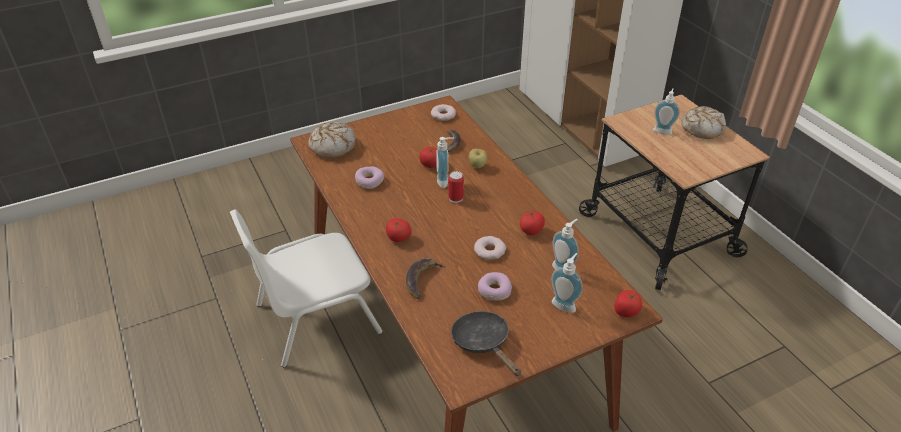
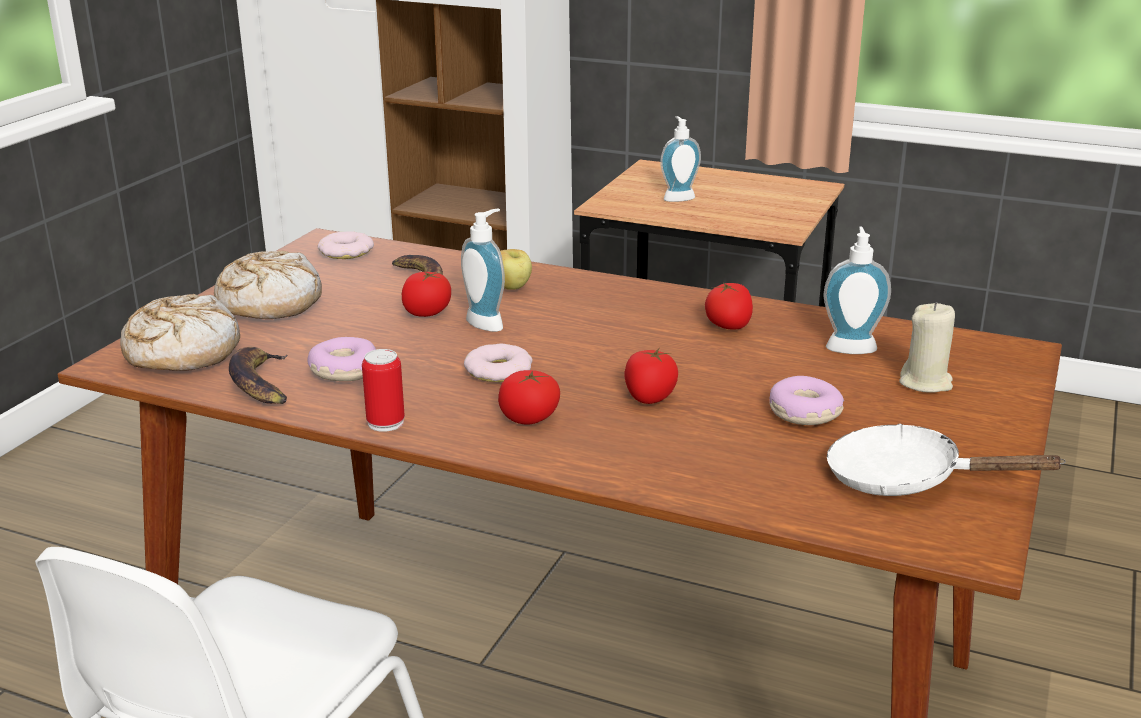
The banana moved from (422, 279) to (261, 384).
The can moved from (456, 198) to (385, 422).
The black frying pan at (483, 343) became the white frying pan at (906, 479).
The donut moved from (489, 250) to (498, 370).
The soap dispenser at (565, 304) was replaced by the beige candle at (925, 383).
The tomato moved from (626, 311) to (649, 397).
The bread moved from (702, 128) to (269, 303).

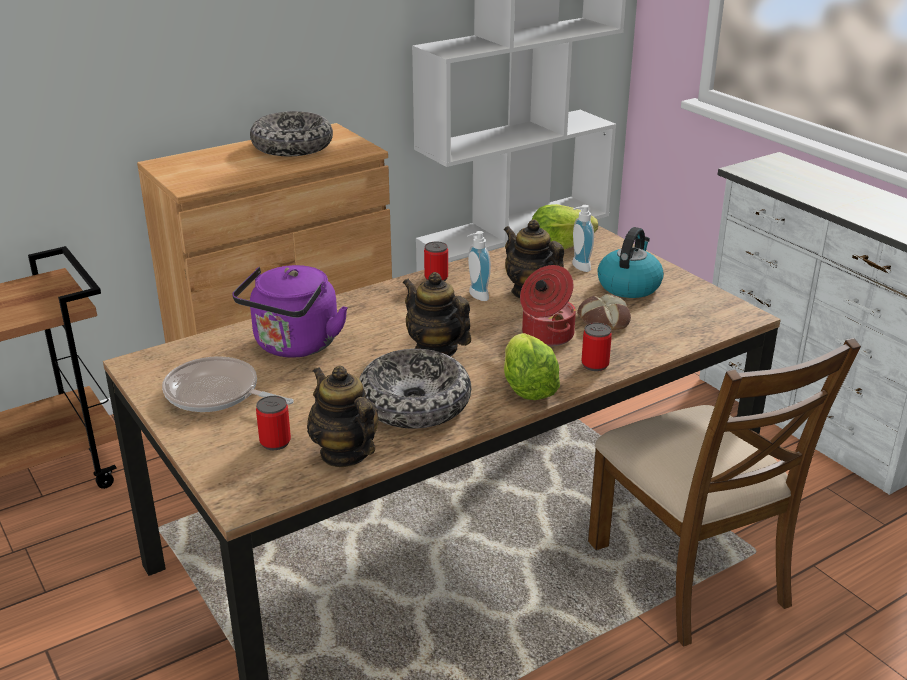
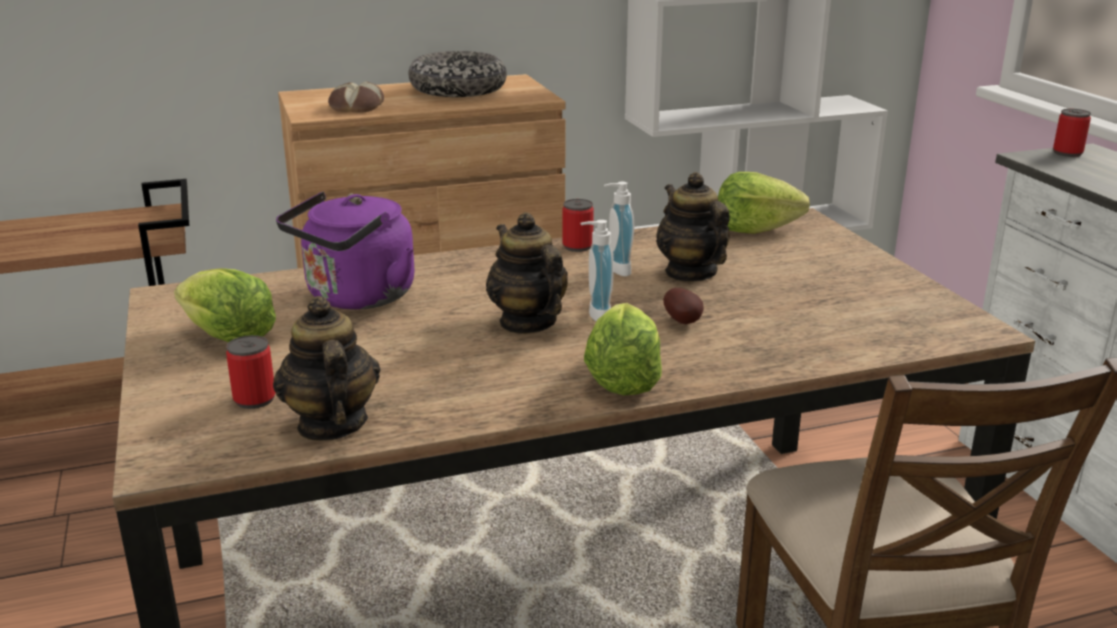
The frying pan at (217, 394) was replaced by the lettuce at (227, 337).
The bowl at (415, 403) disappeared.
The cooking pot at (546, 335) was replaced by the potato at (683, 322).
The soap dispenser moved from (578, 267) to (595, 316).
The bread moved from (603, 320) to (355, 107).
The can moved from (595, 365) to (1067, 153).
The kettle at (629, 285) disappeared.

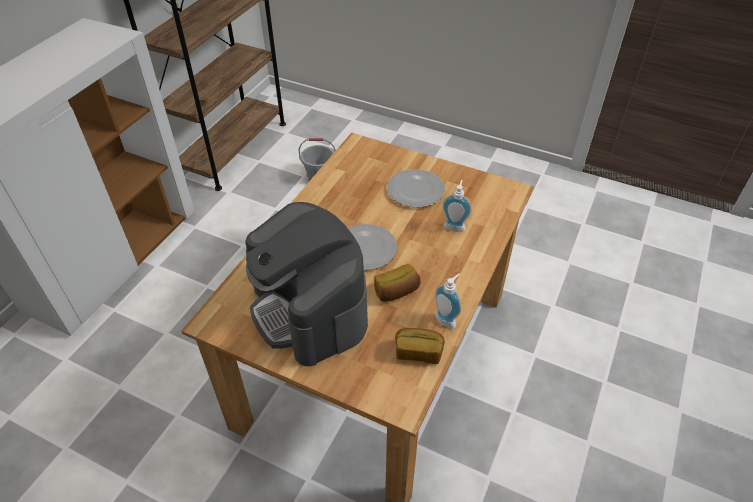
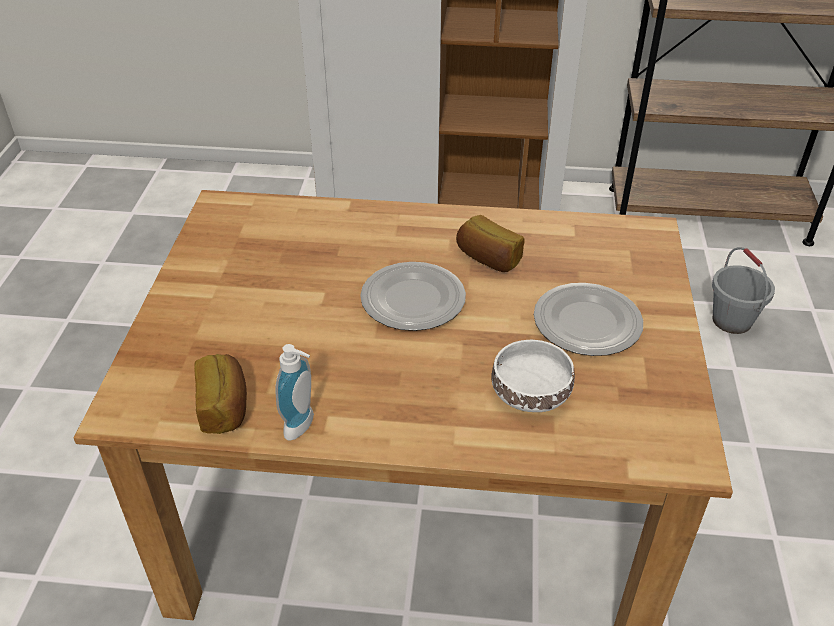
The coffee machine at (309, 309) disappeared.
The bread moved from (397, 292) to (487, 259).
The soap dispenser at (454, 226) was replaced by the white bowl at (529, 391).

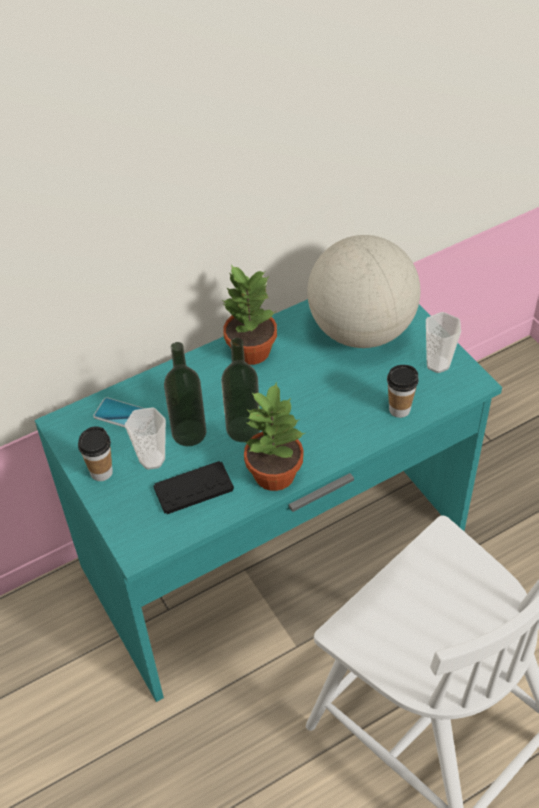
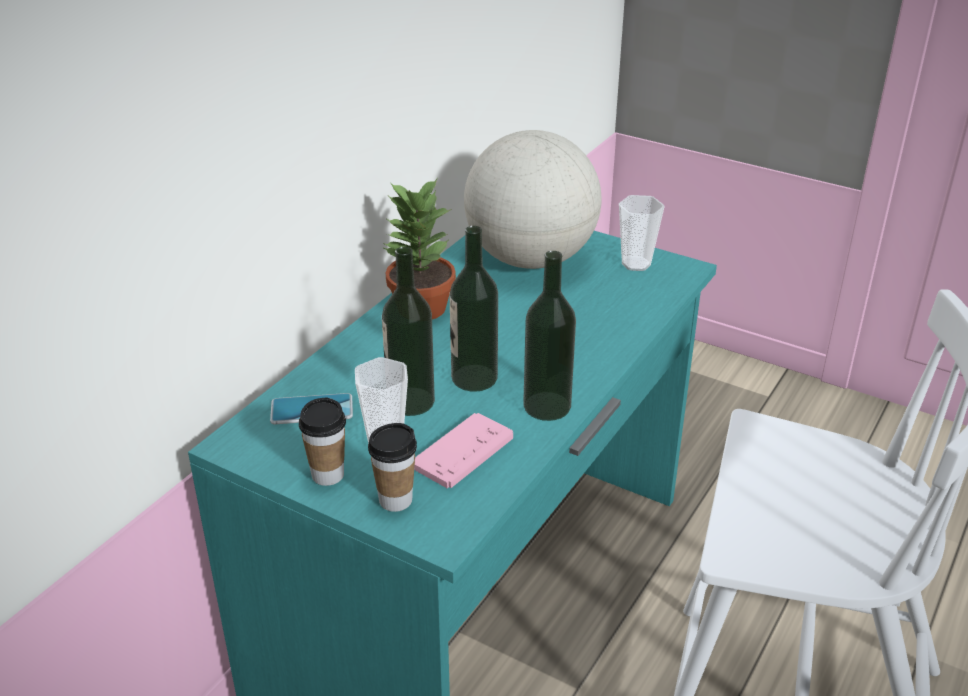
The black game controller at (193, 488) became the pink game controller at (463, 452).
The potted plant at (274, 473) was replaced by the bottle at (547, 406).
The cup moved from (399, 409) to (395, 500).

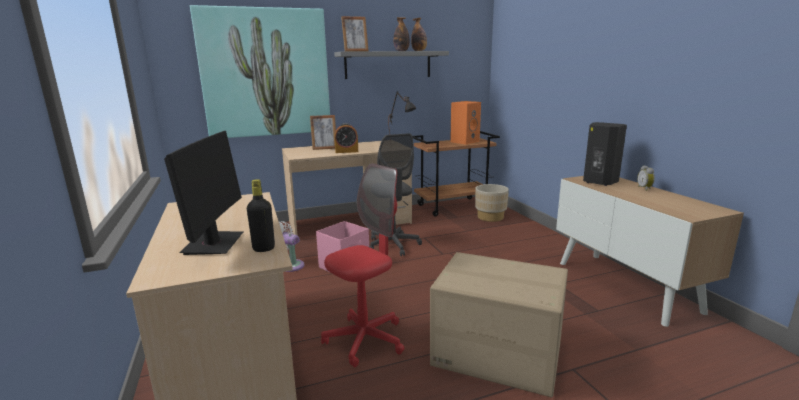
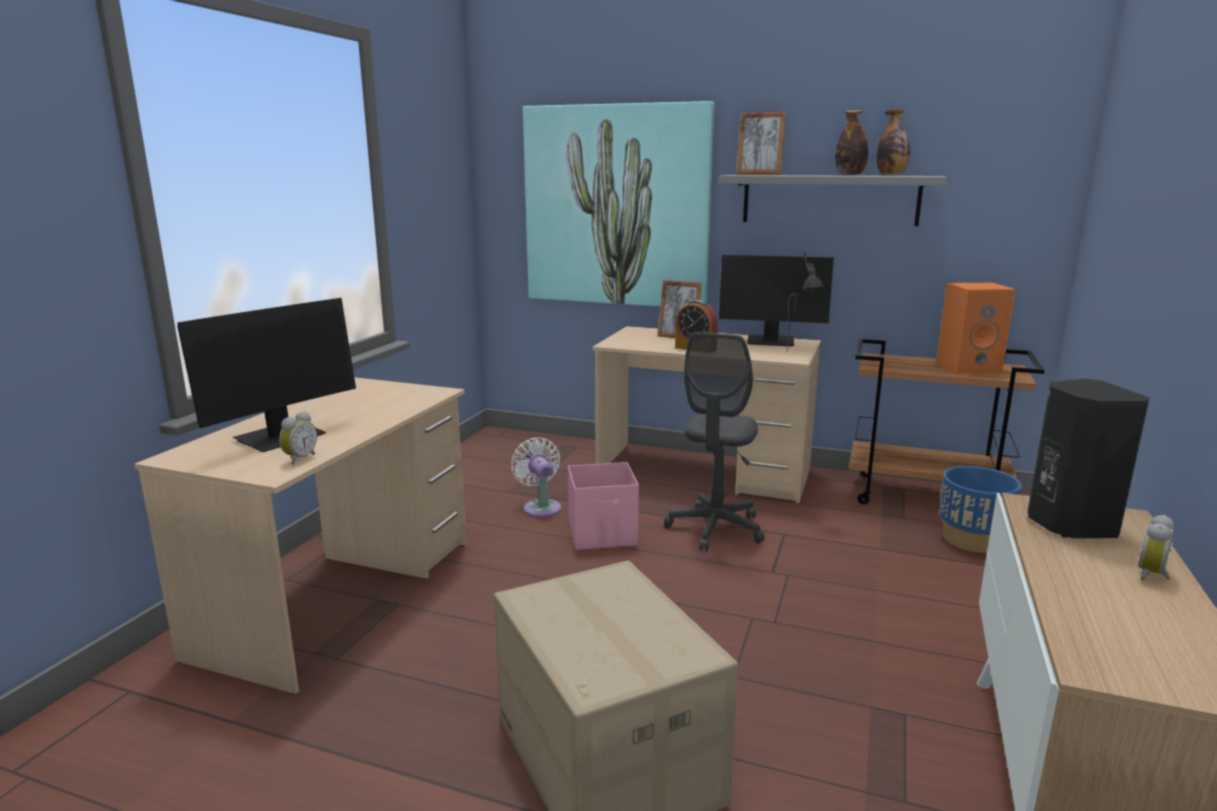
The black bottle at (264, 248) was replaced by the alarm clock at (299, 459).
The red office chair at (365, 340) disappeared.
The beige planter at (490, 217) became the blue planter at (972, 540).
The monitor at (770, 341) appeared.

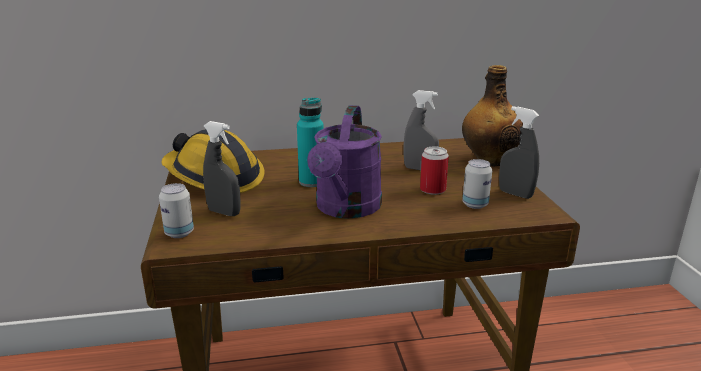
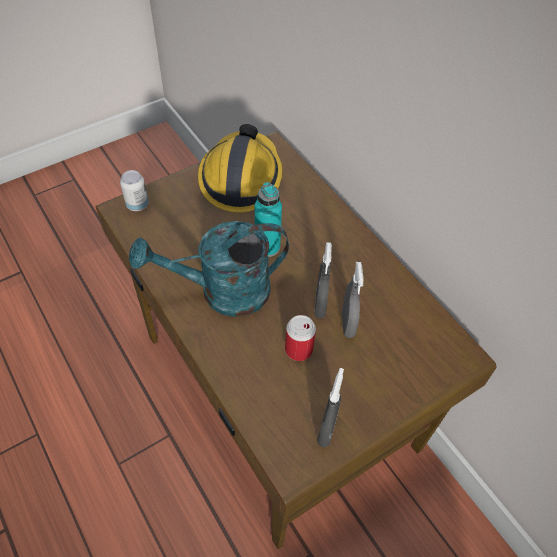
The grey spray bottle moved from (224, 212) to (320, 305).
The purple watering can at (346, 209) became the turquoise watering can at (222, 292).
The bottle at (489, 161) disappeared.
The can at (475, 204) disappeared.

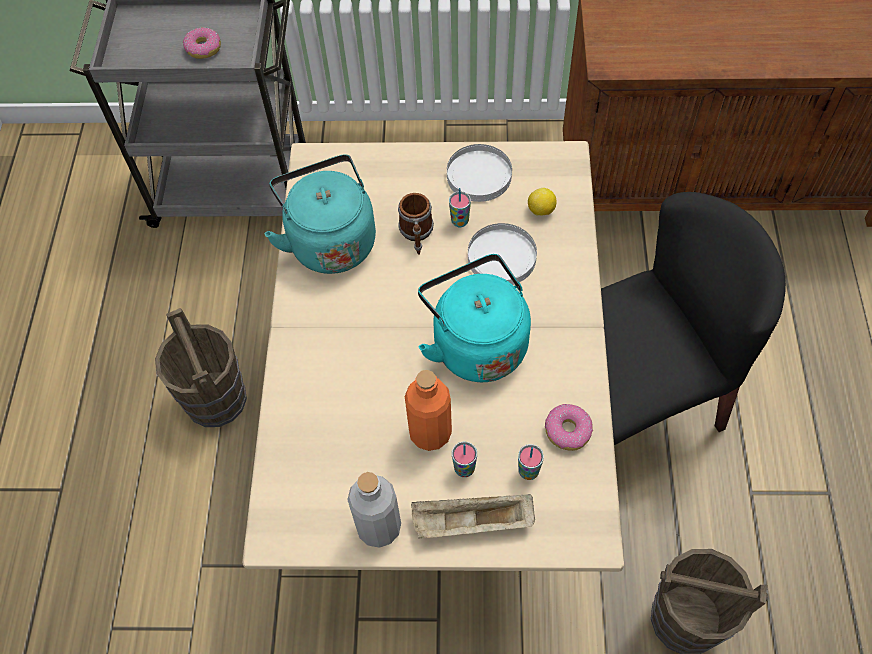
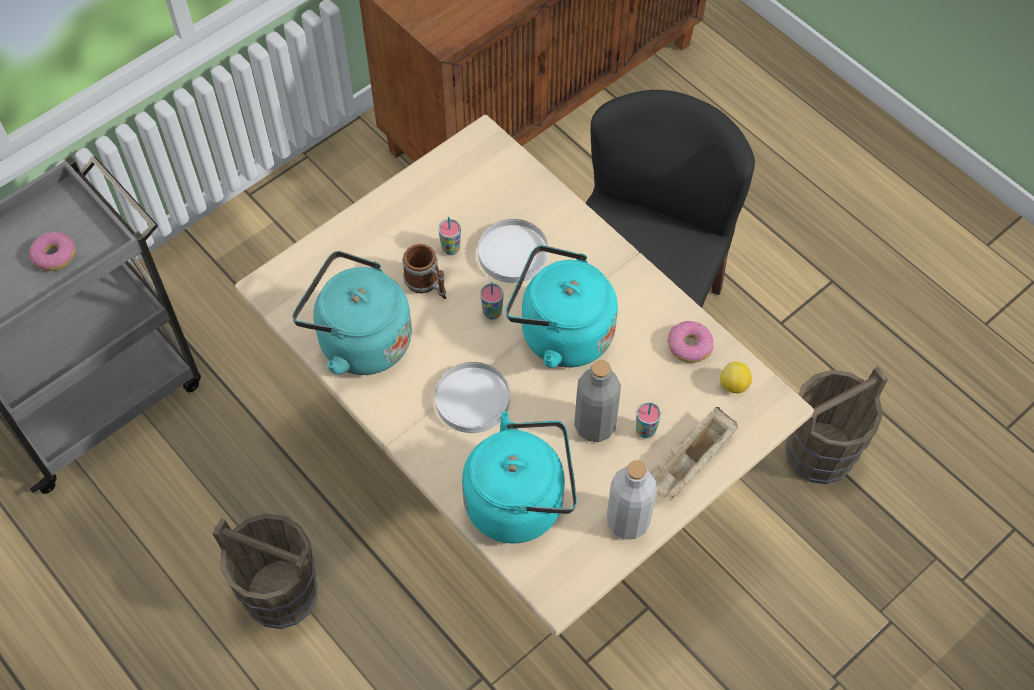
The orange bottle at (430, 433) became the grey bottle at (595, 425).
The white plate moved from (478, 175) to (471, 400).
The cup moved from (528, 471) to (492, 313).
The lemon moved from (541, 210) to (734, 385).
The turquoise kettle at (521, 501) appeared.

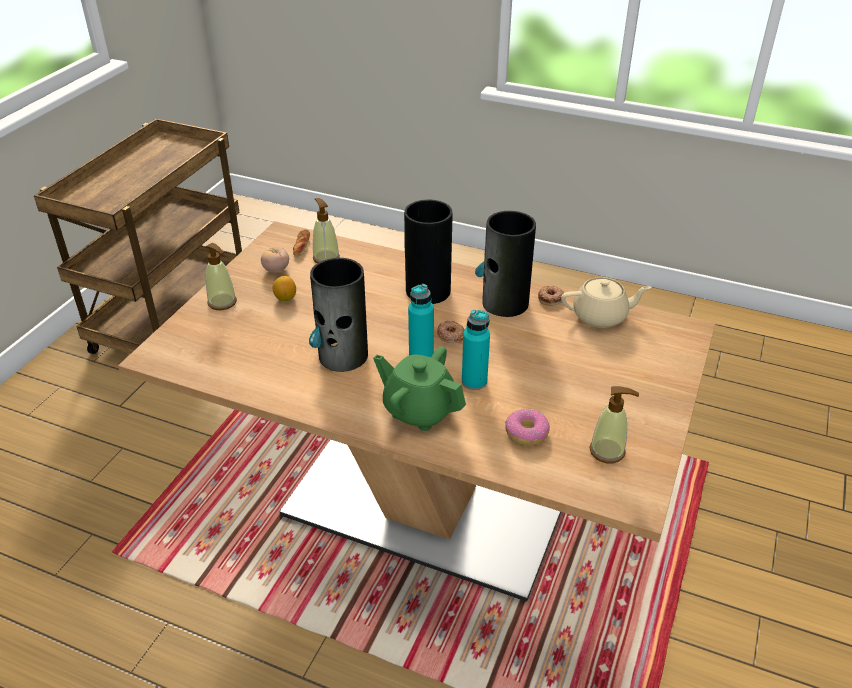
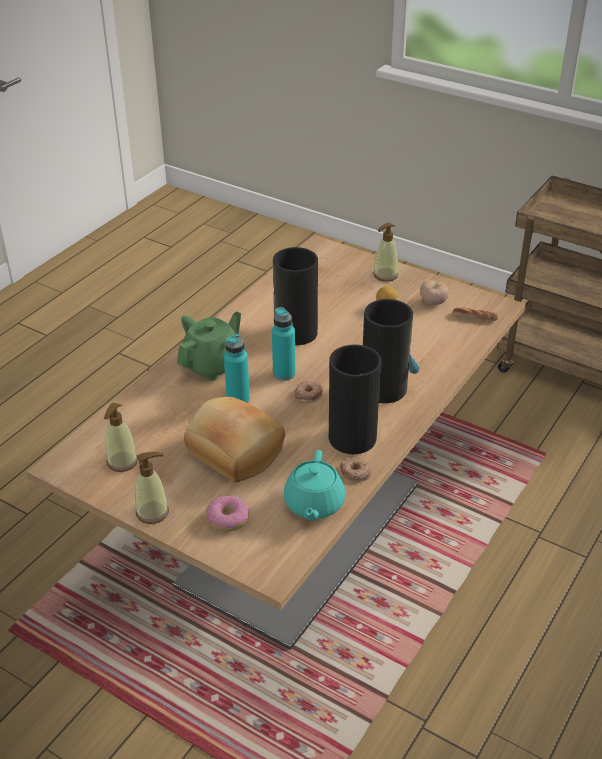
The soap dispenser moved from (326, 258) to (152, 512).
The donut moved from (526, 433) to (227, 519).
The beige teapot at (601, 316) became the turquoise teapot at (313, 504).
The bread at (233, 453) appeared.

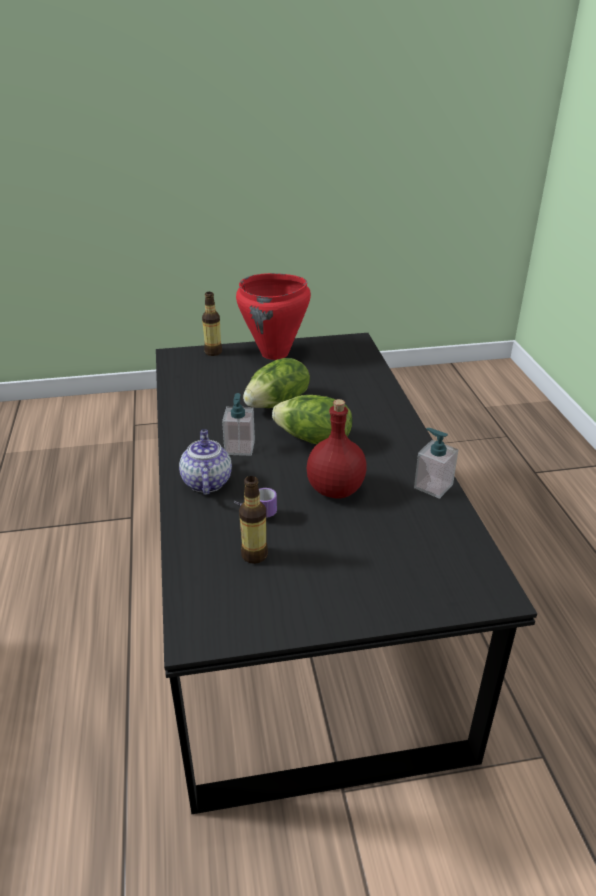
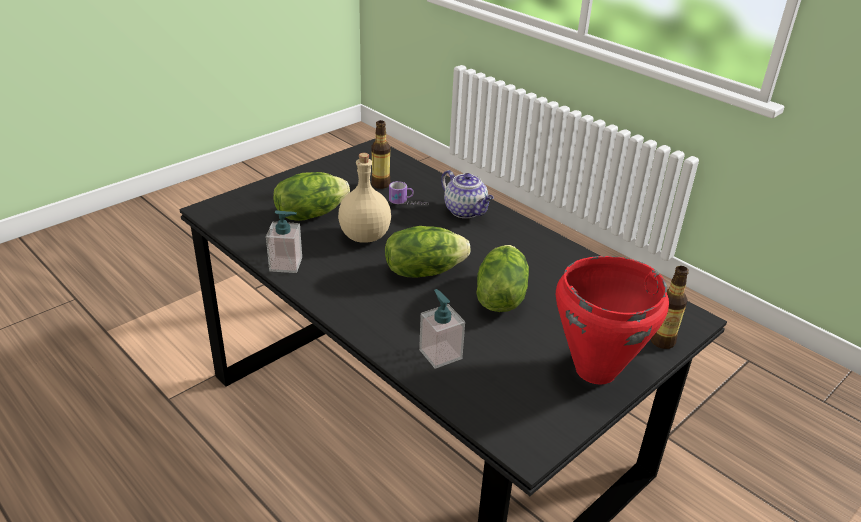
The soap dispenser moved from (239, 448) to (440, 354).
The red bottle at (336, 489) became the beige bottle at (364, 237).
The lettuce at (310, 214) appeared.

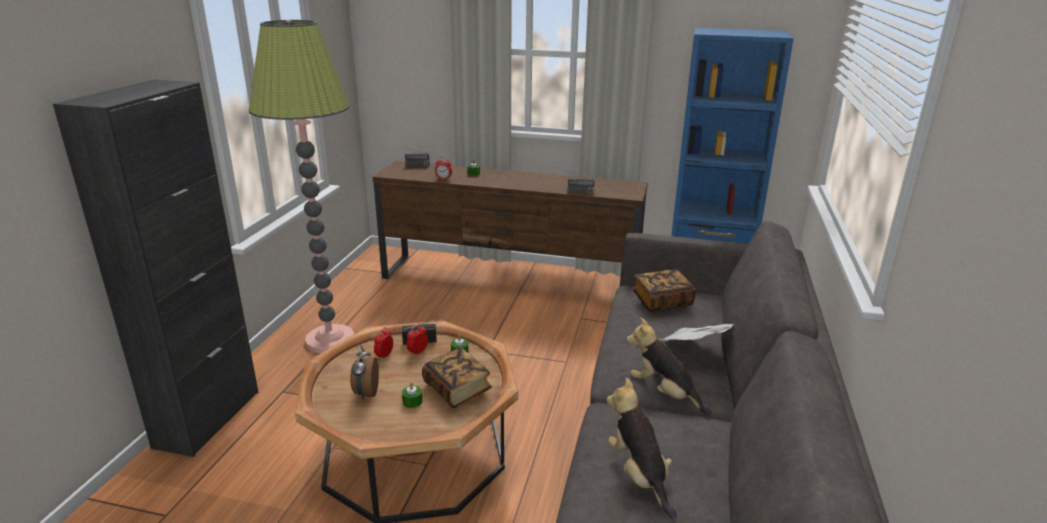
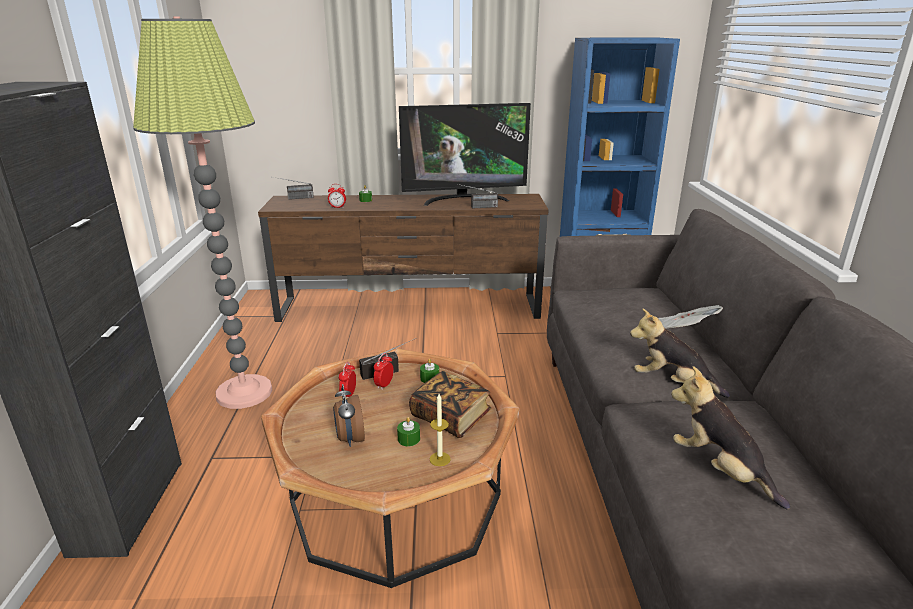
The book at (662, 301) disappeared.
The television at (464, 199) appeared.
The candle at (440, 459) appeared.

